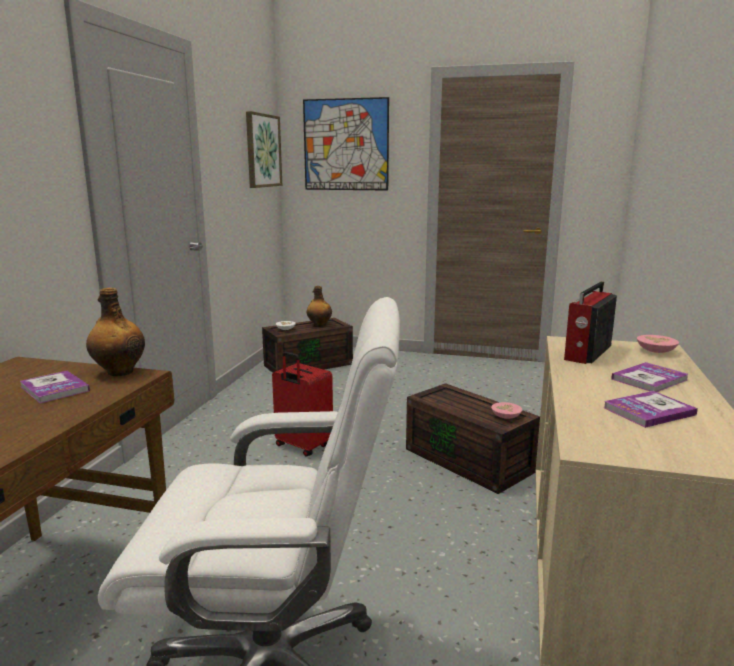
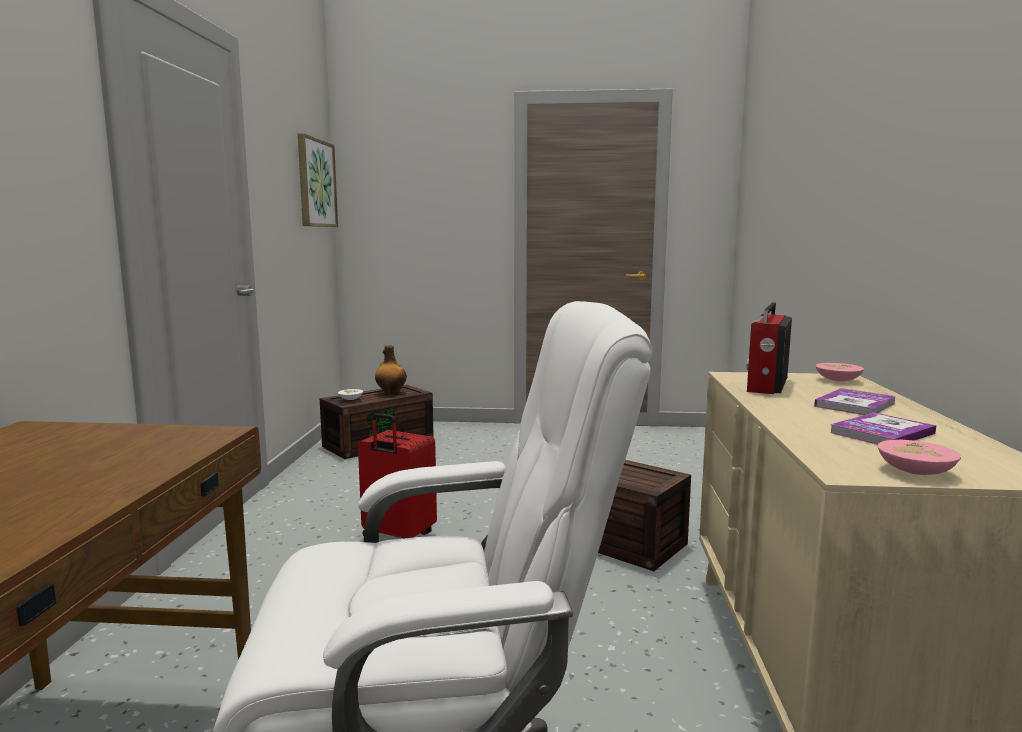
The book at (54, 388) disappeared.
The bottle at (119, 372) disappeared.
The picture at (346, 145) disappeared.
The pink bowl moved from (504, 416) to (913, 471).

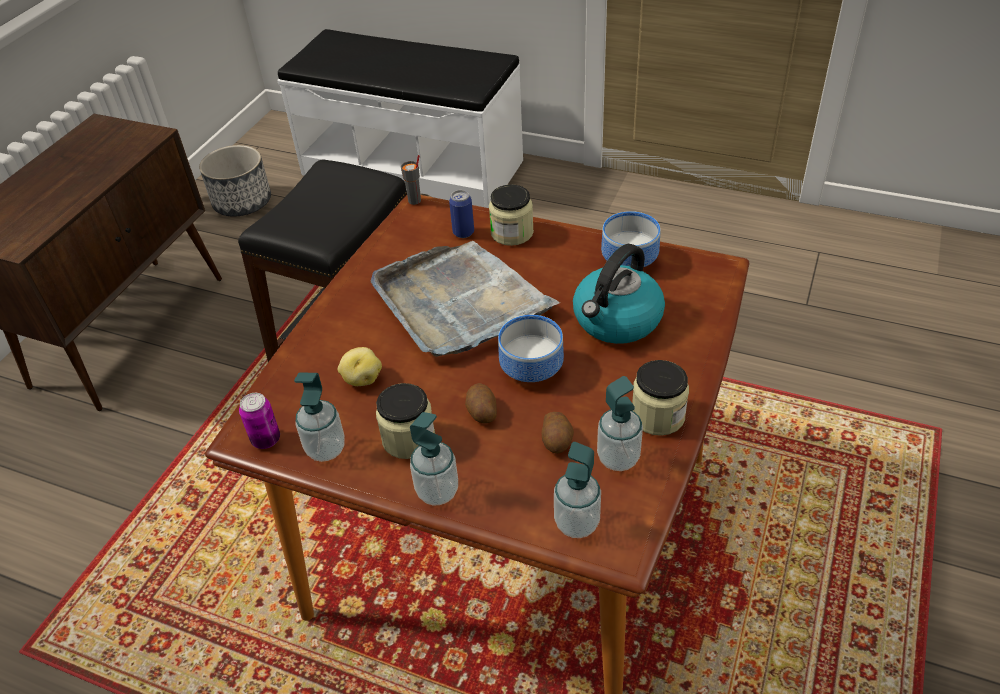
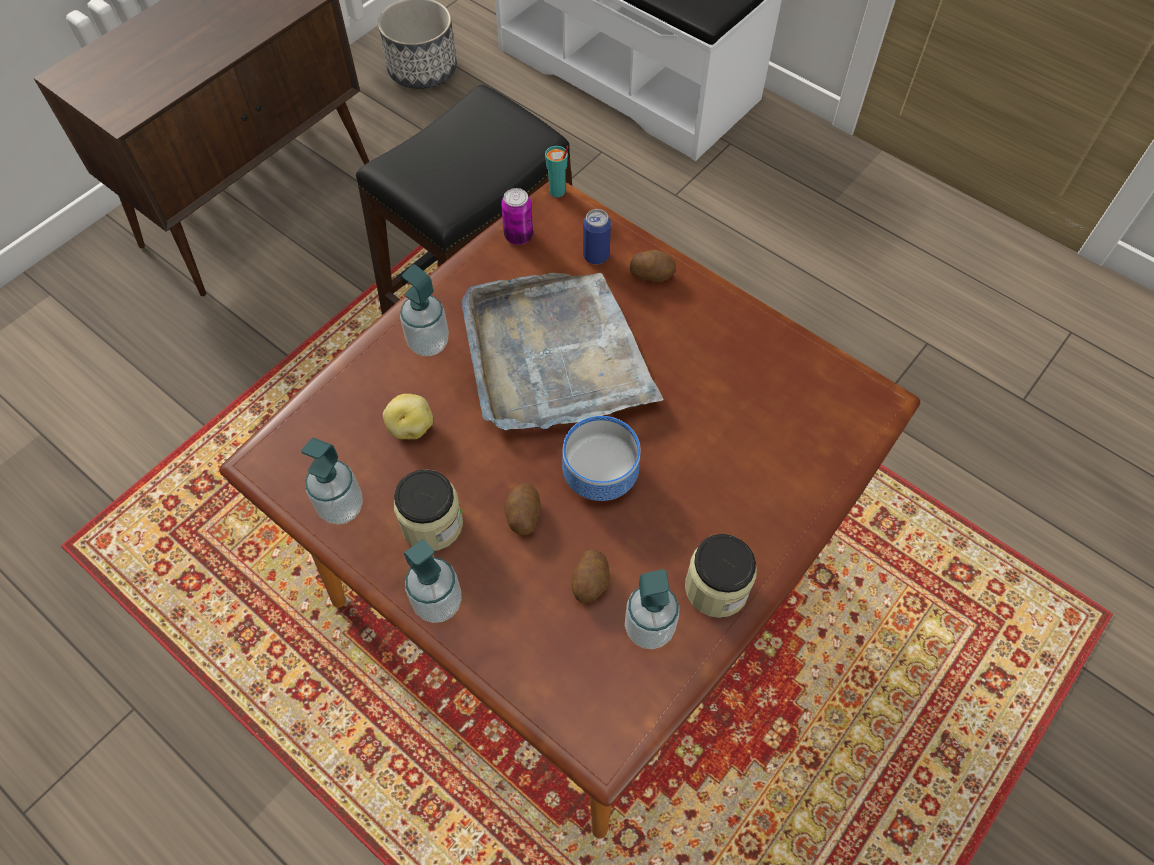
The can moved from (266, 439) to (518, 236).
The grey cup at (415, 201) became the turquoise cup at (557, 192).
The jar at (512, 233) was replaced by the potato at (652, 274).
The soap dispenser moved from (577, 523) to (428, 343).
The kettle at (617, 320) disappeared.
The bowl at (626, 260) disappeared.

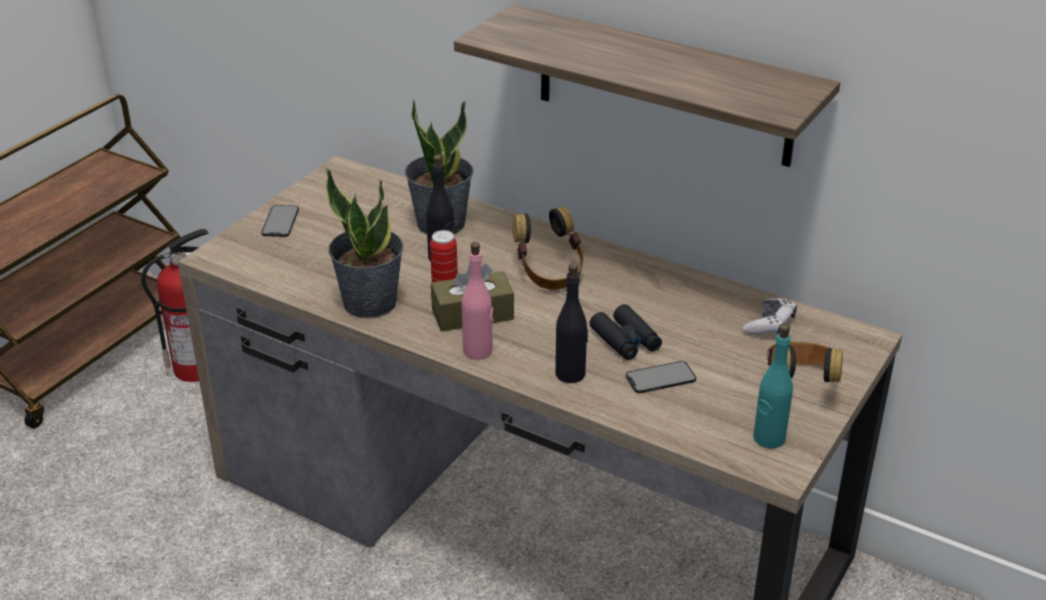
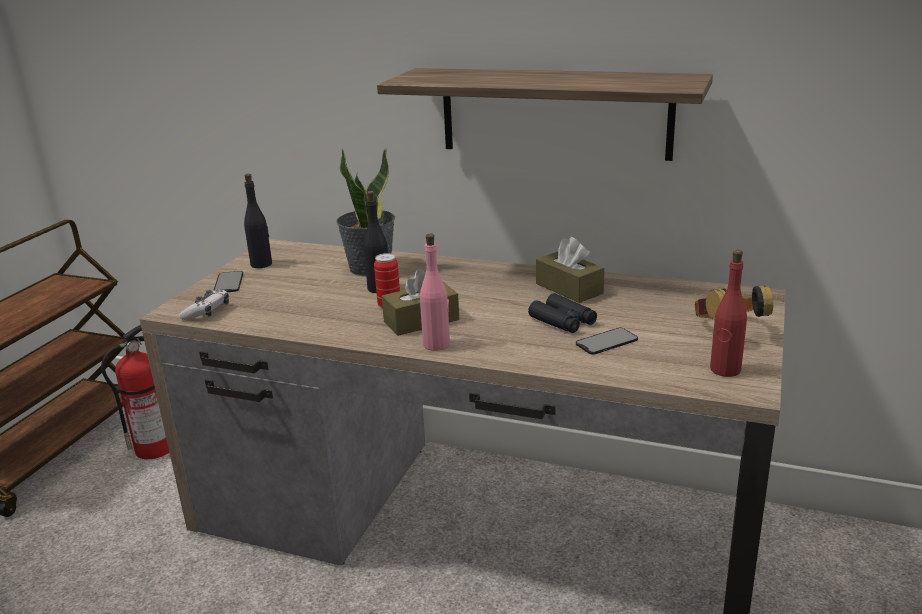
The potted plant at (370, 302) disappeared.
The headphones at (549, 273) disappeared.
The black bottle moved from (571, 374) to (261, 264).
The game controller moved from (770, 325) to (207, 312).
The turquoise bottle at (768, 438) became the red bottle at (725, 370).
The brown tissue box at (569, 288) appeared.

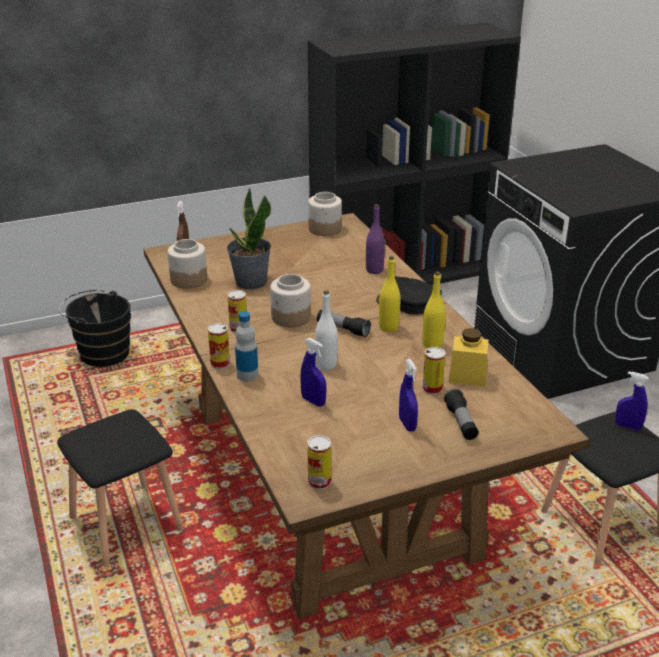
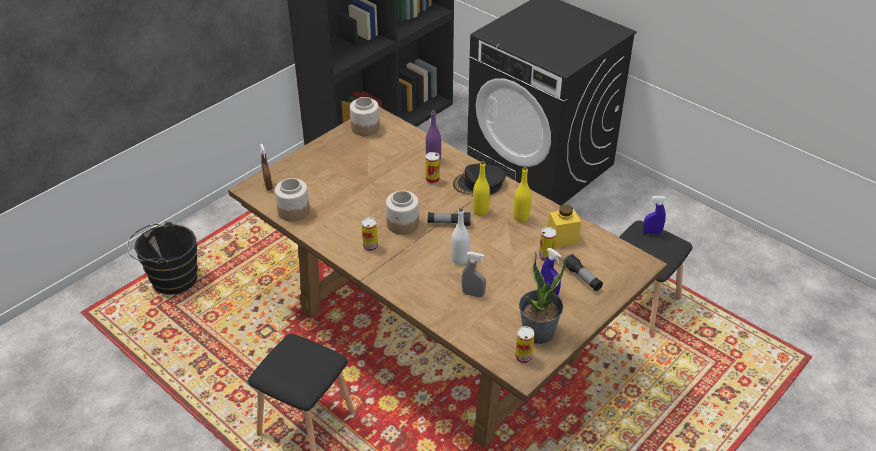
The can moved from (220, 363) to (432, 180).
The potted plant moved from (250, 282) to (538, 332).
The bottle at (247, 375) disappeared.
The blue spray bottle at (313, 401) became the grey spray bottle at (473, 294).

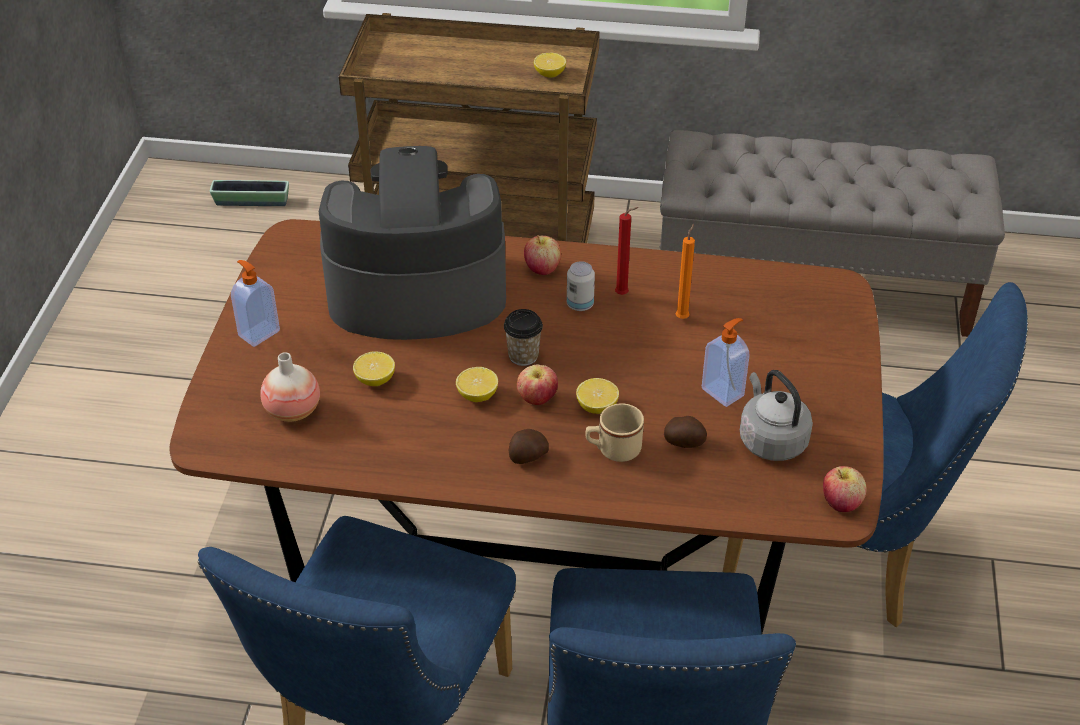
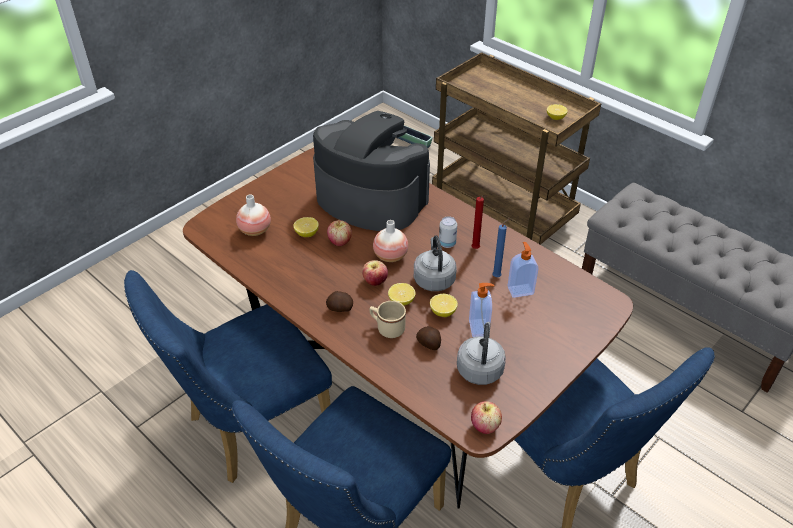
The soap dispenser moved from (258, 333) to (520, 290).
The lemon moved from (477, 395) to (443, 312).
The cup at (523, 356) was replaced by the vase at (390, 256).
The apple moved from (542, 269) to (340, 242).
The orange candle at (683, 317) became the blue candle at (497, 276).
The grey kettle at (434, 279) appeared.

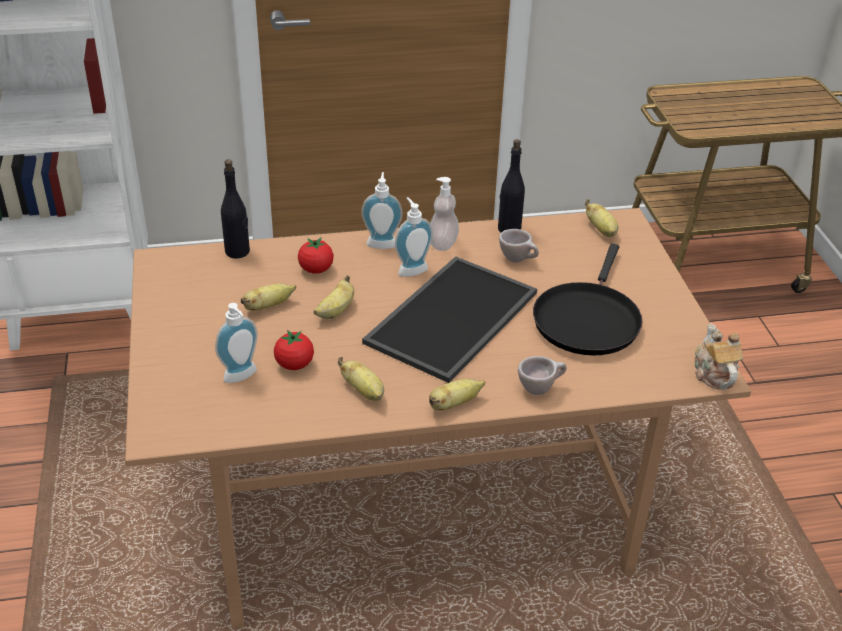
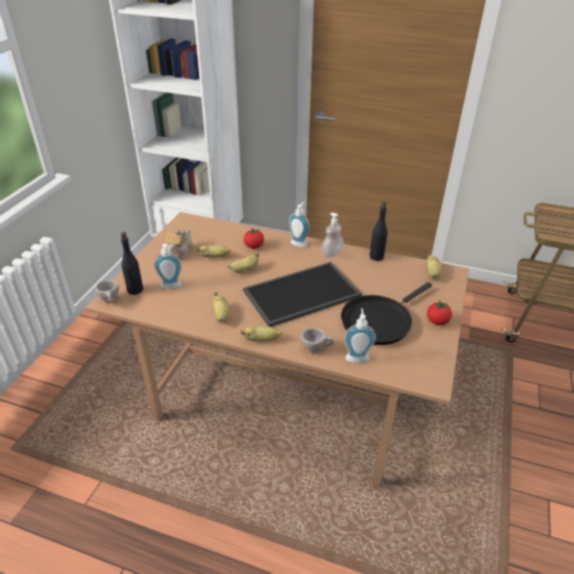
The black bottle moved from (237, 252) to (135, 290).
The tomato moved from (294, 364) to (437, 321).
The soap dispenser moved from (411, 269) to (357, 357).
The beige cup moved from (518, 260) to (111, 301).
The teapot moved from (713, 373) to (180, 252).

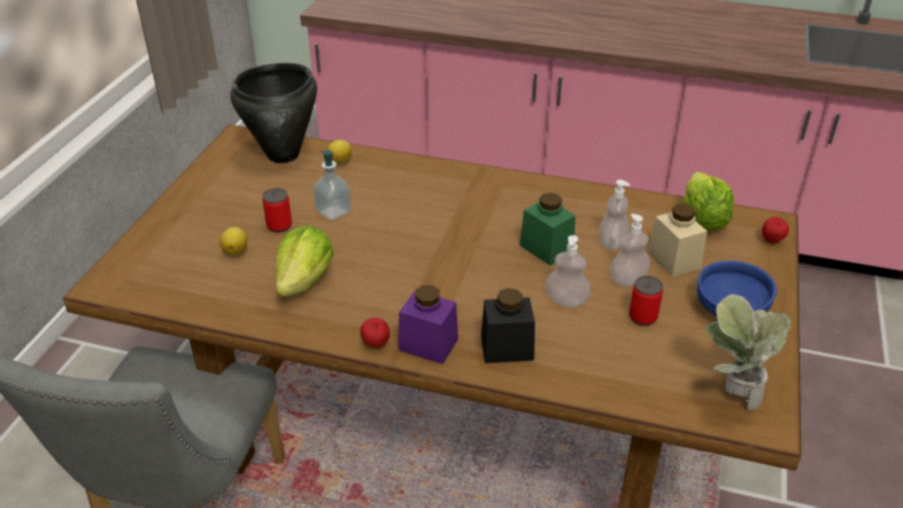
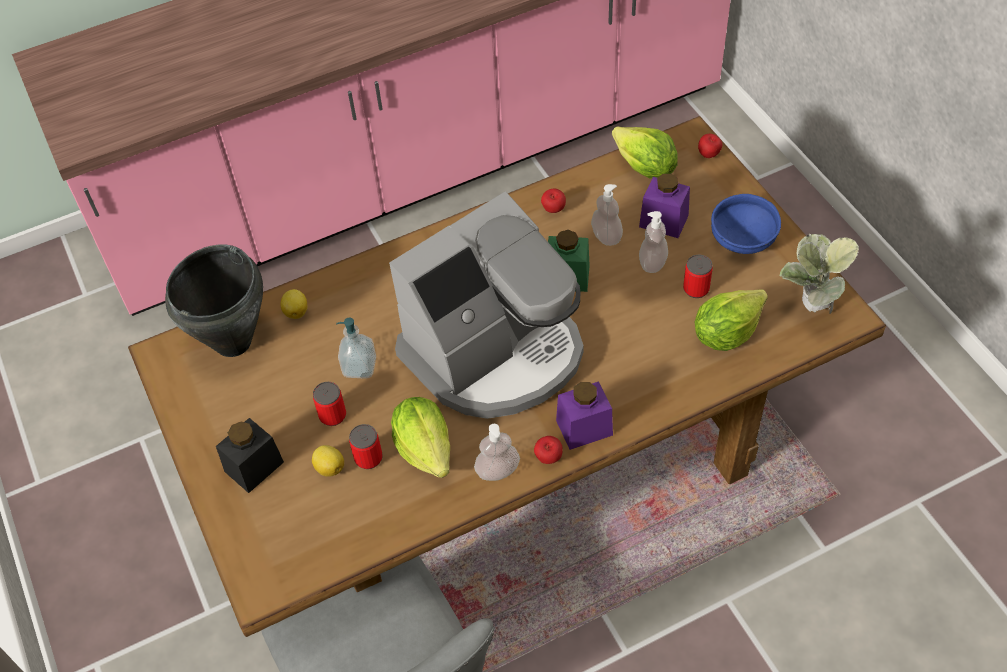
The black jar moved from (507, 348) to (254, 467).
The soap dispenser moved from (566, 300) to (497, 471).
The beige jar at (674, 259) became the purple jar at (663, 221).
The can at (368, 458) appeared.
The coffee machine at (495, 353) appeared.
The apple at (553, 210) appeared.
The lettuce at (726, 333) appeared.

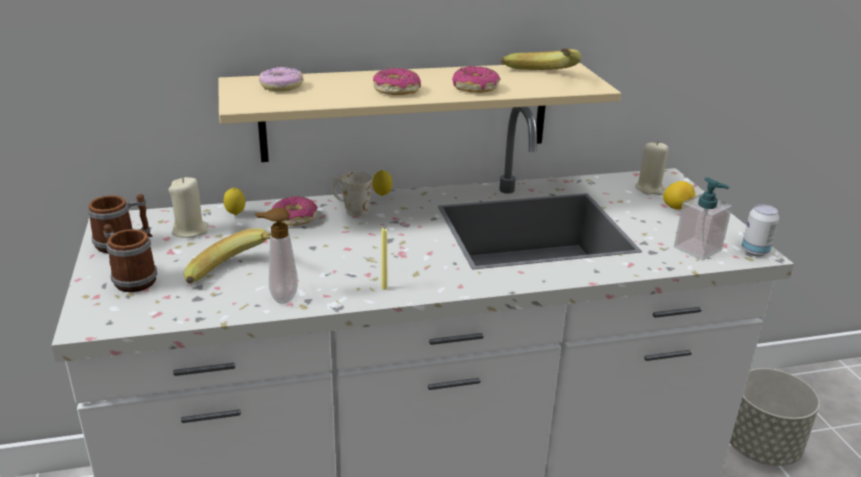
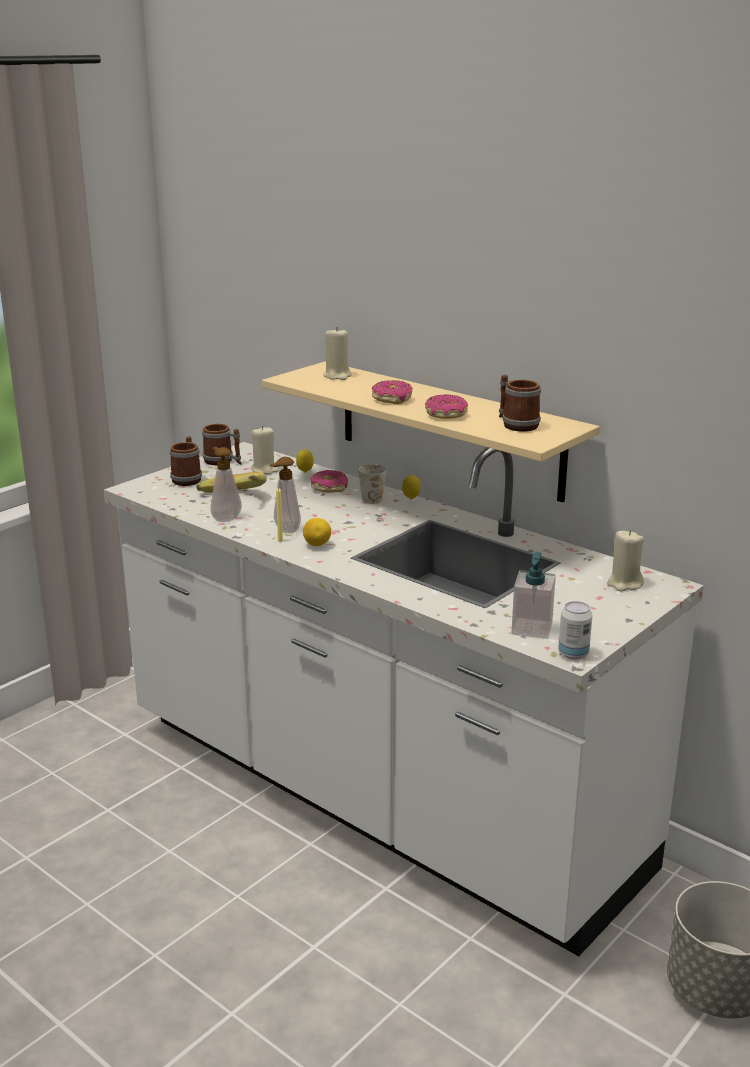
The donut at (281, 86) was replaced by the beige candle at (337, 376).
The banana at (539, 78) was replaced by the mug at (516, 424).
The lemon moved from (677, 208) to (317, 545).
The soap dispenser at (285, 531) appeared.

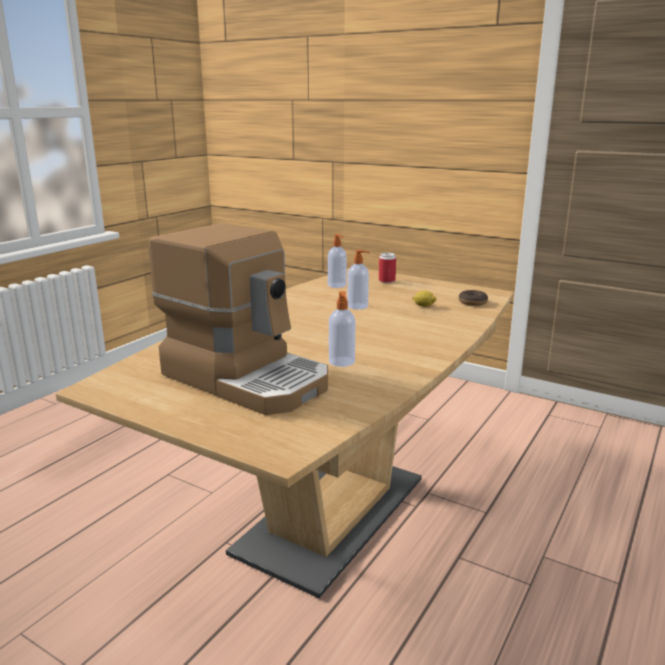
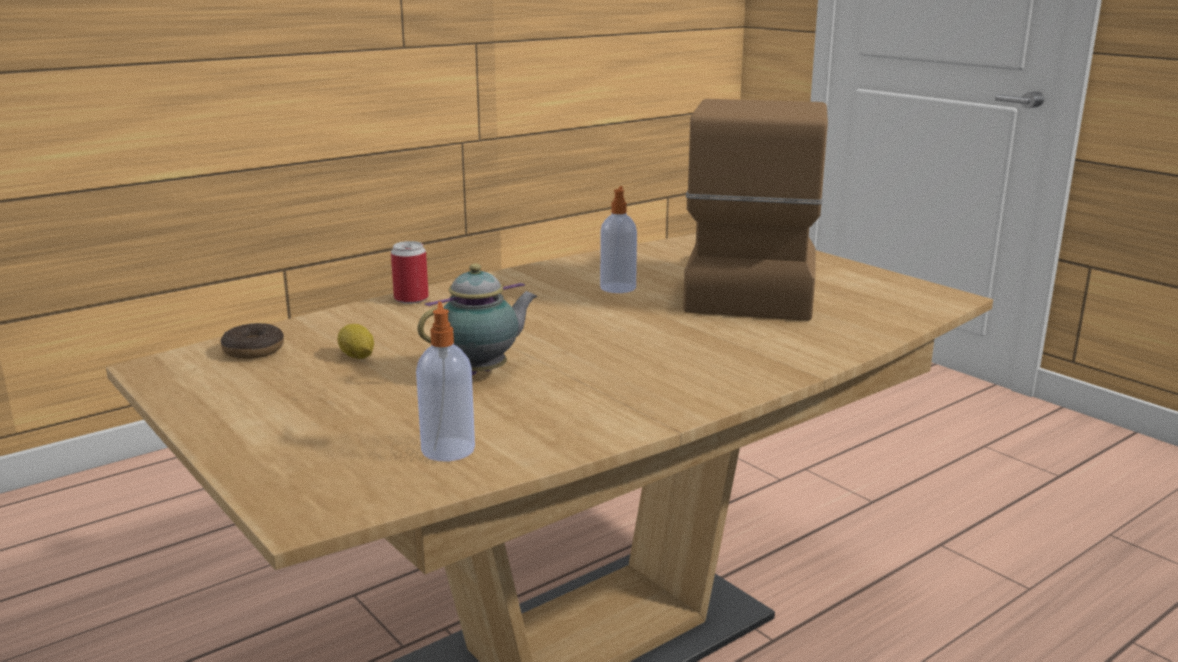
The coffee machine at (247, 378) turned 45 degrees clockwise.
The soap dispenser at (358, 306) was replaced by the teapot at (483, 372).
The can moved from (387, 281) to (411, 299).

